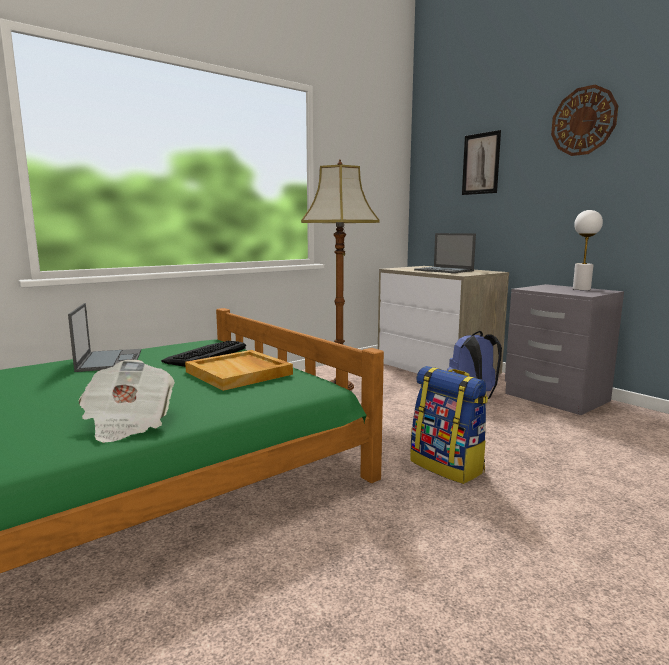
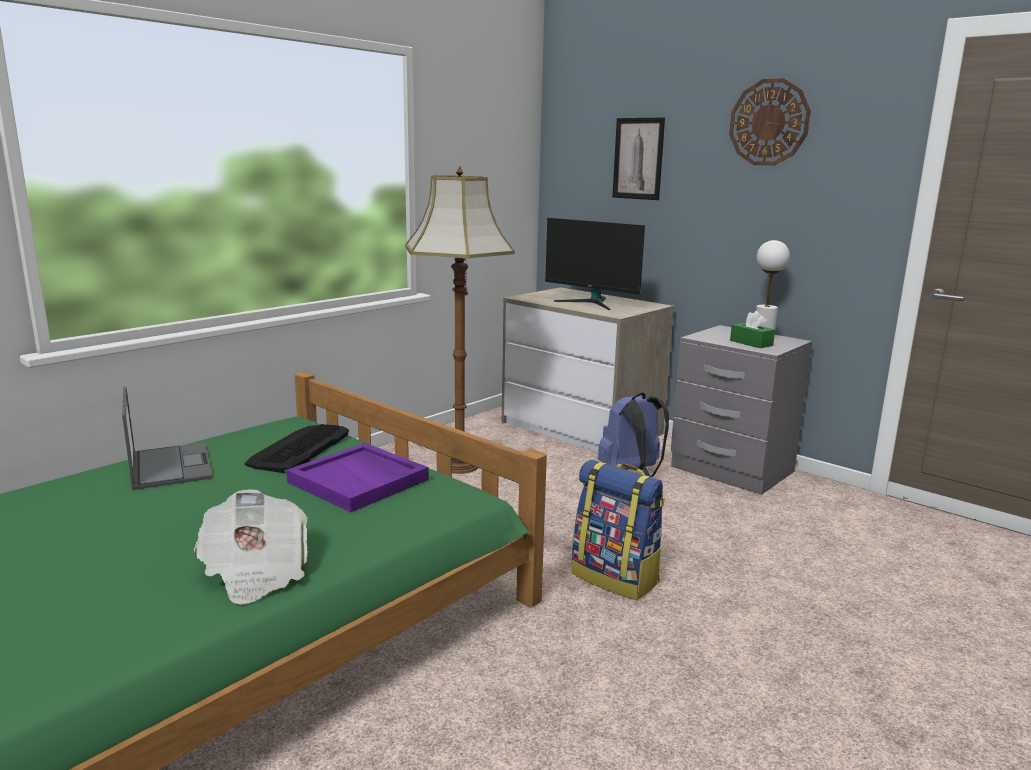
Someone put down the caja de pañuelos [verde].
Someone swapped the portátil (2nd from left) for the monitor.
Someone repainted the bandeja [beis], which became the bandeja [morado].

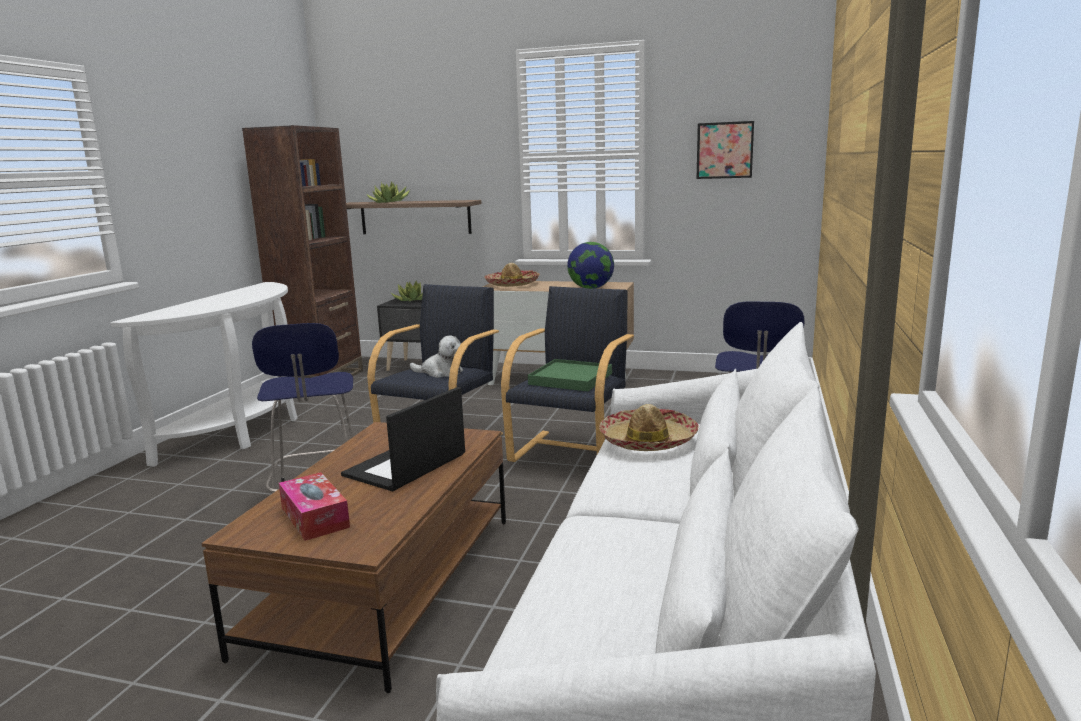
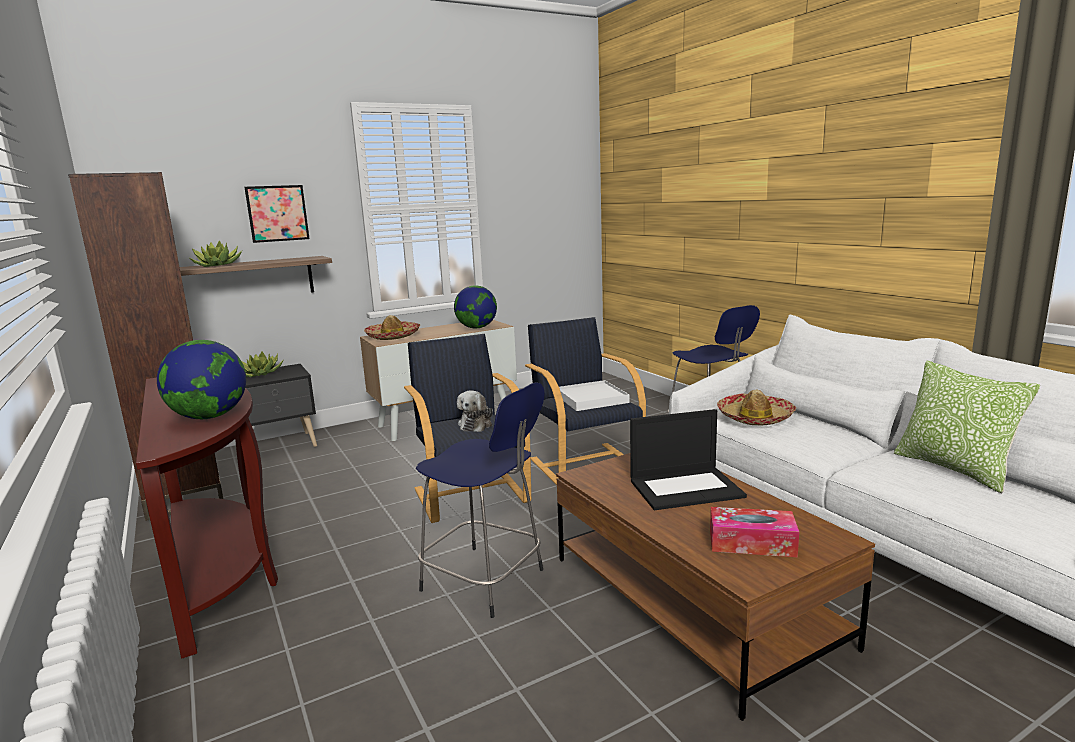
Someone put down the globo terráqueo (1st from left).
Someone put down the cojín.
Someone carried the cuadro.
Someone repainted the mesa consola [blanco], which became the mesa consola [marrón].
Someone repainted the bandeja [verde], which became the bandeja [blanco].
Someone rotated the portátil by 90 degrees counterclockwise.
Someone rotated the peluche by 135 degrees clockwise.

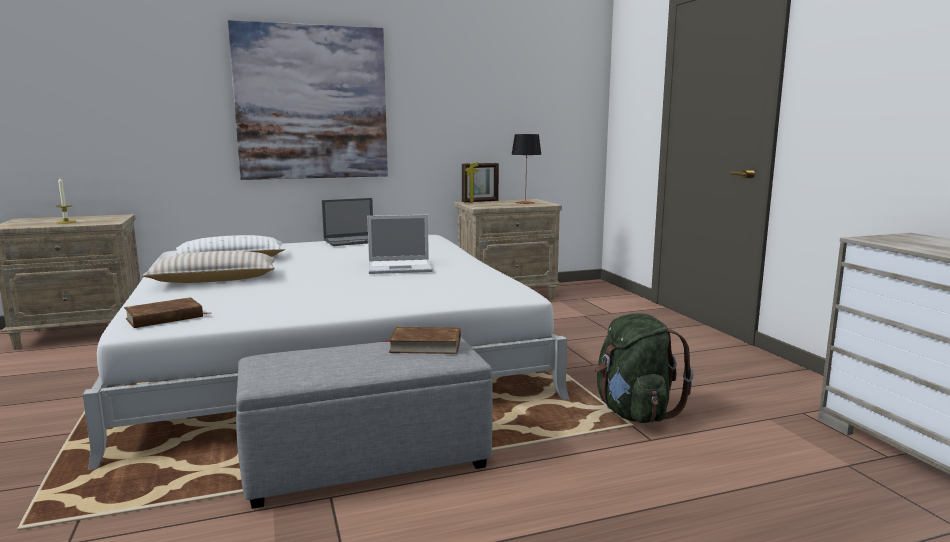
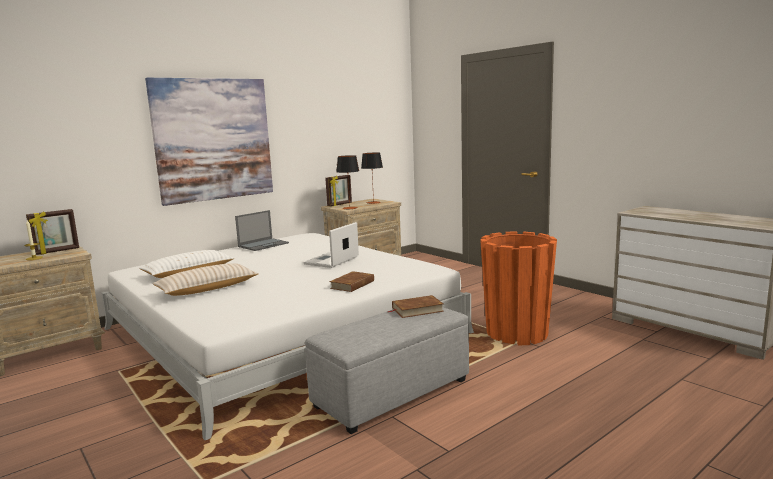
Someone put down the portarretratos (1st from left).
Someone put down the lámpara de mesa (1st from left).
Someone carried the libro [marrón] (1st from left).
Someone swapped the mochila [verde] for the maceta [naranja].
Someone rotated the portátil (2nd from left) by 150 degrees clockwise.

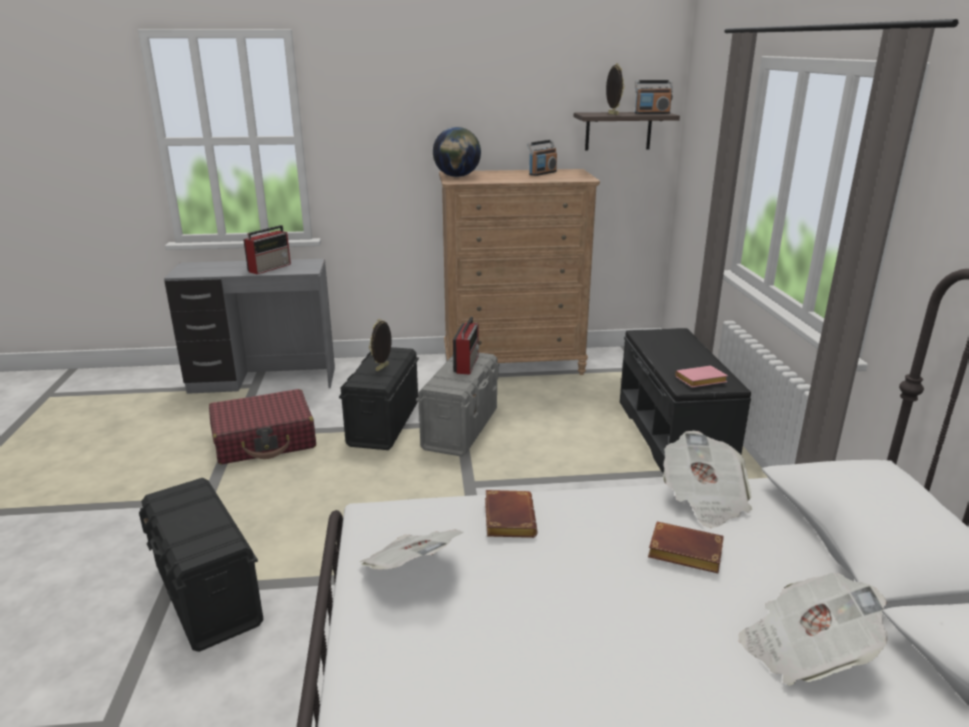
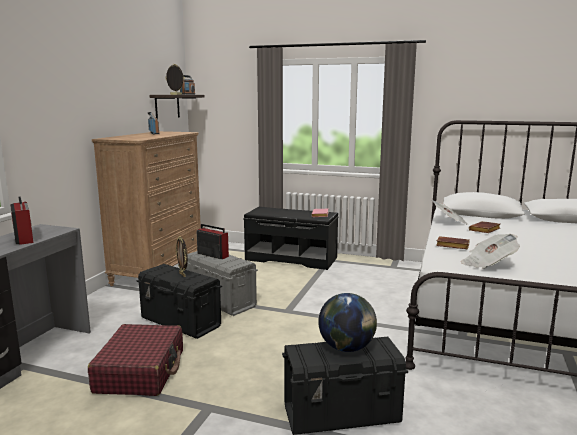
Someone took away the periódico (3rd from left).
Someone carried the globo terráqueo.

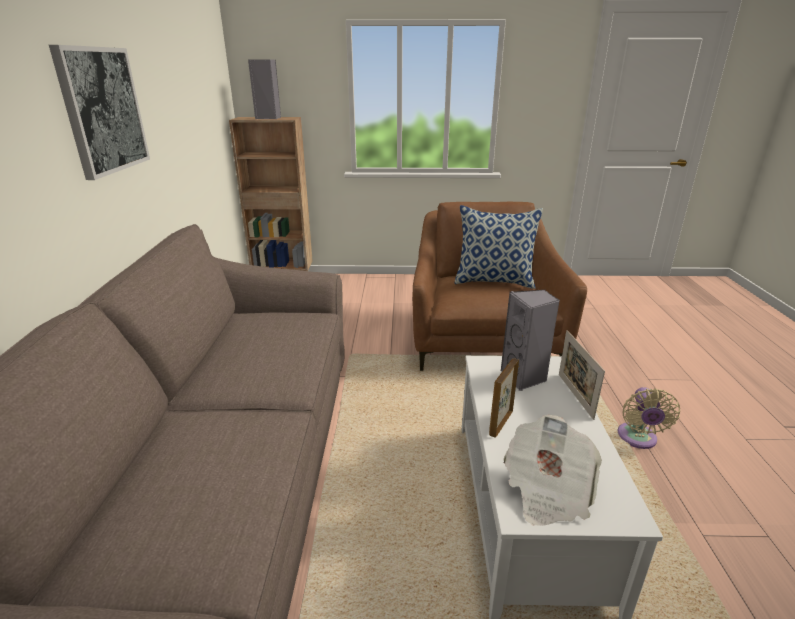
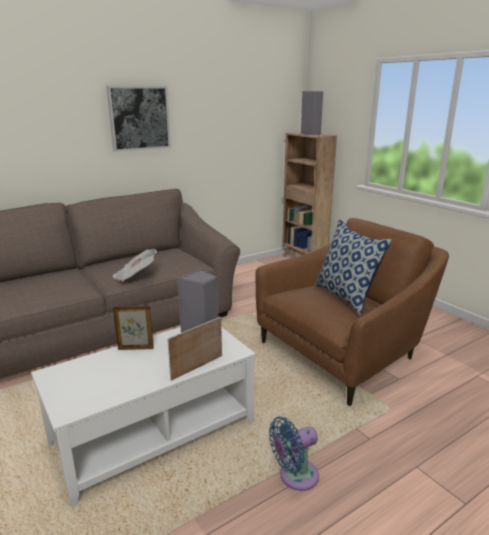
Someone carried the periódico.
Someone repainted the ventilador [beis], which became the ventilador [azul].

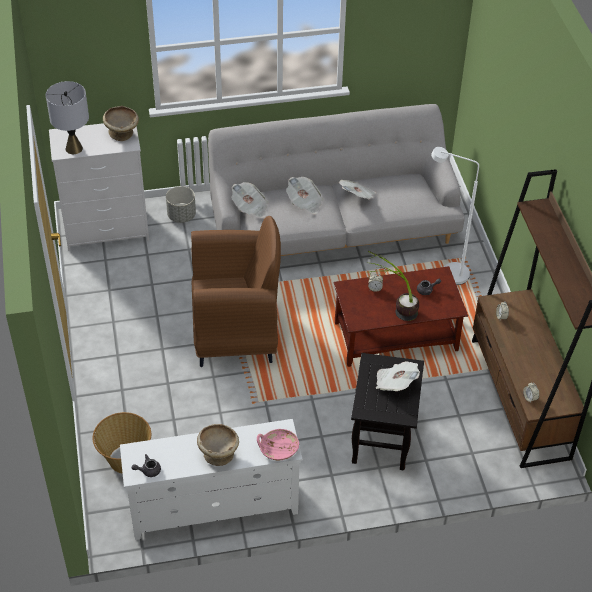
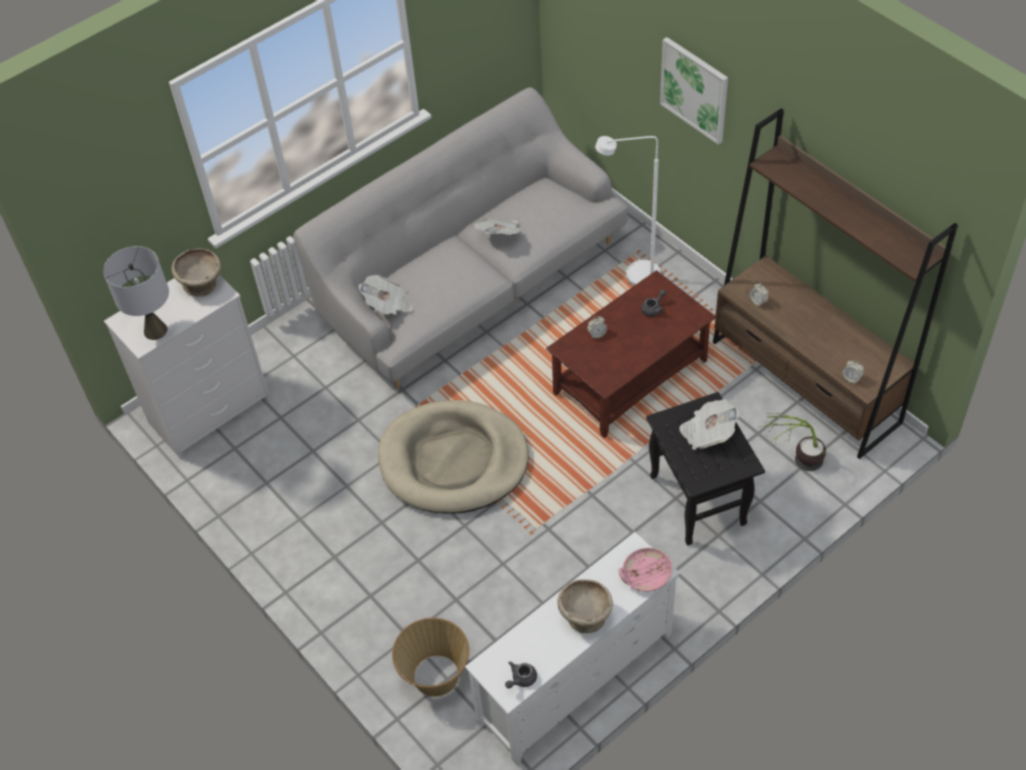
Someone took away the maceta [gris].
Someone took away the periódico (2nd from left).
Someone put up the cuadro.
Someone carried the planta en maceta.
Someone swapped the sillón [marrón] for the cama para perro [beis].

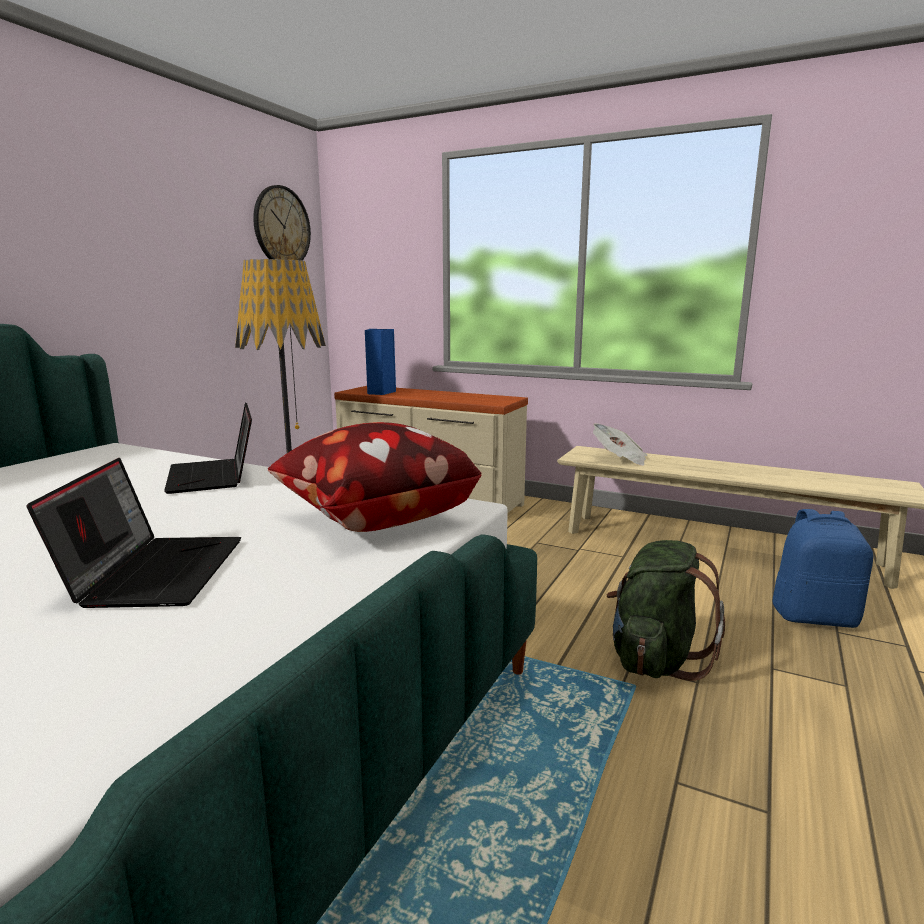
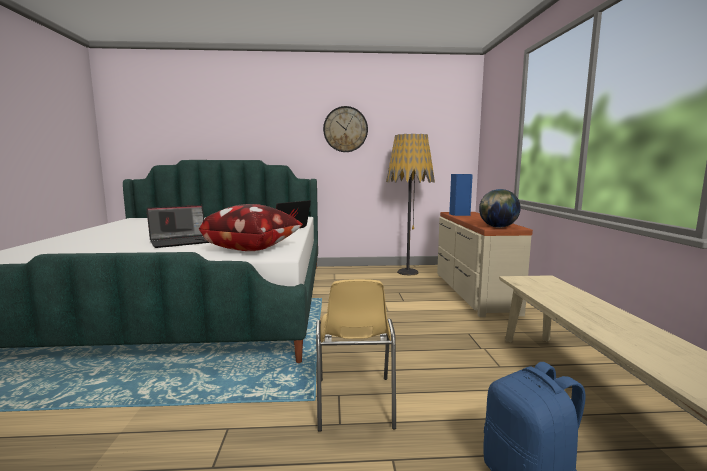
Someone took away the periódico.
Someone put down the globo terráqueo.
Someone carried the reloj de pared.
Someone swapped the mochila [verde] for the silla [amarillo].

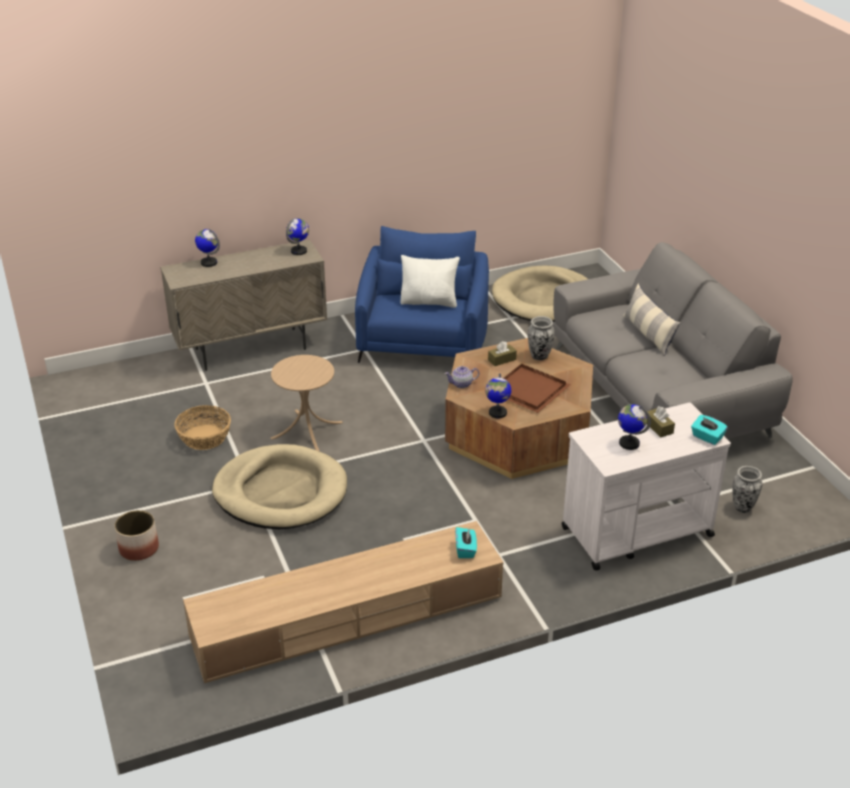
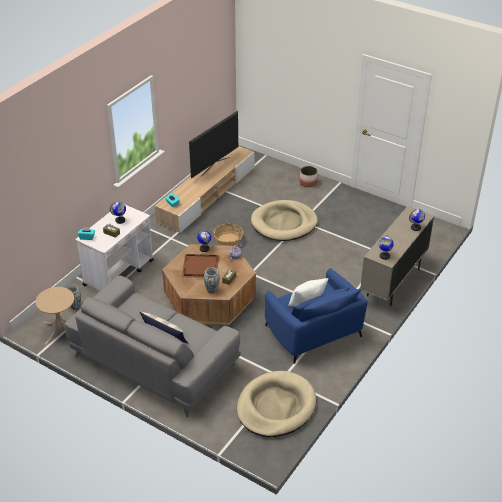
Someone put down the televisor.
Someone carried the cesta.
Someone carried the mesa auxiliar [beis].

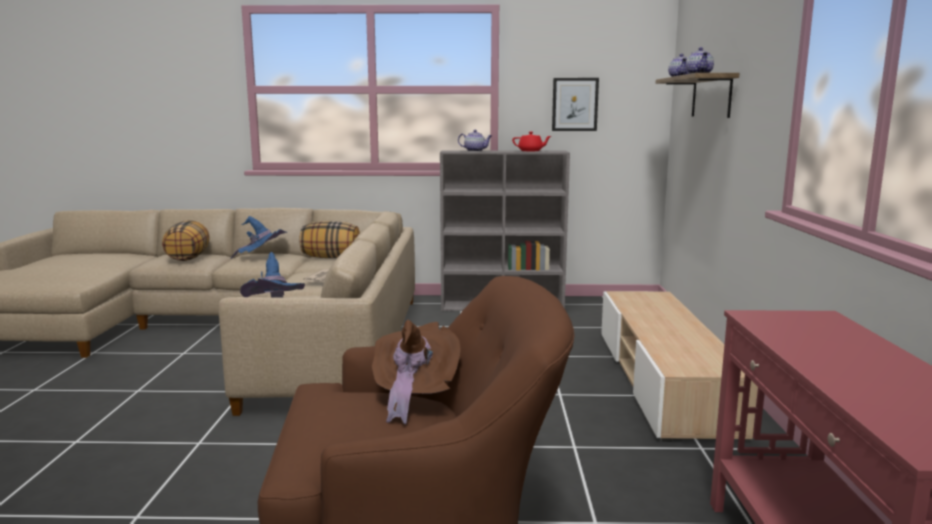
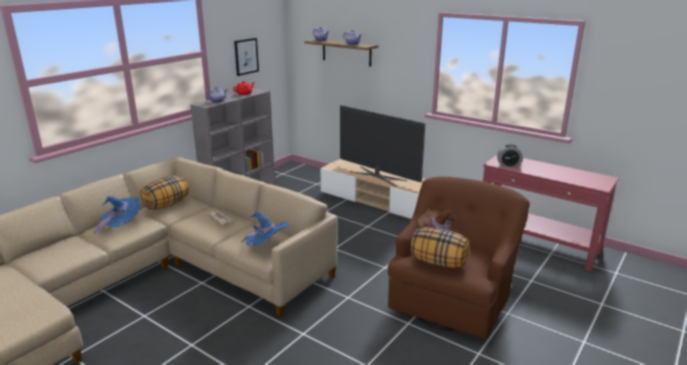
Someone put down the televisor.
Someone put down the despertador.
Someone carried the cojín (1st from left in the first image).

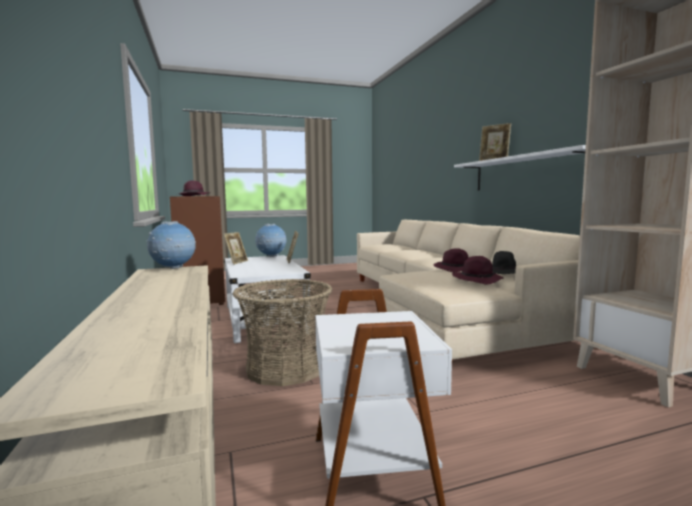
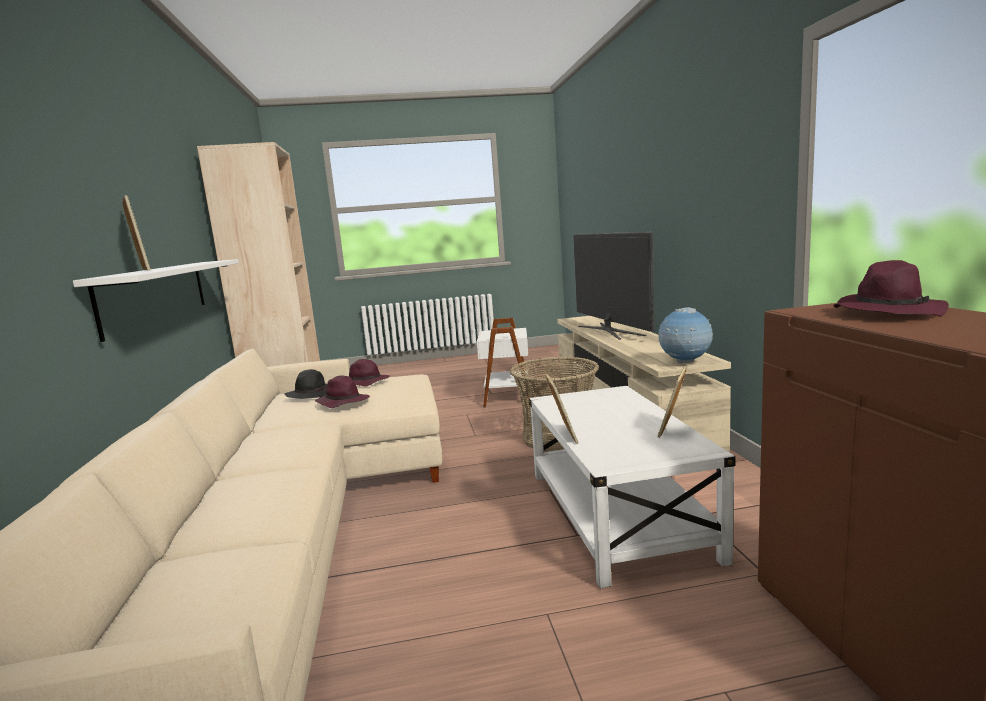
Someone took away the globo terráqueo (2nd from left).
Someone put down the televisor.

